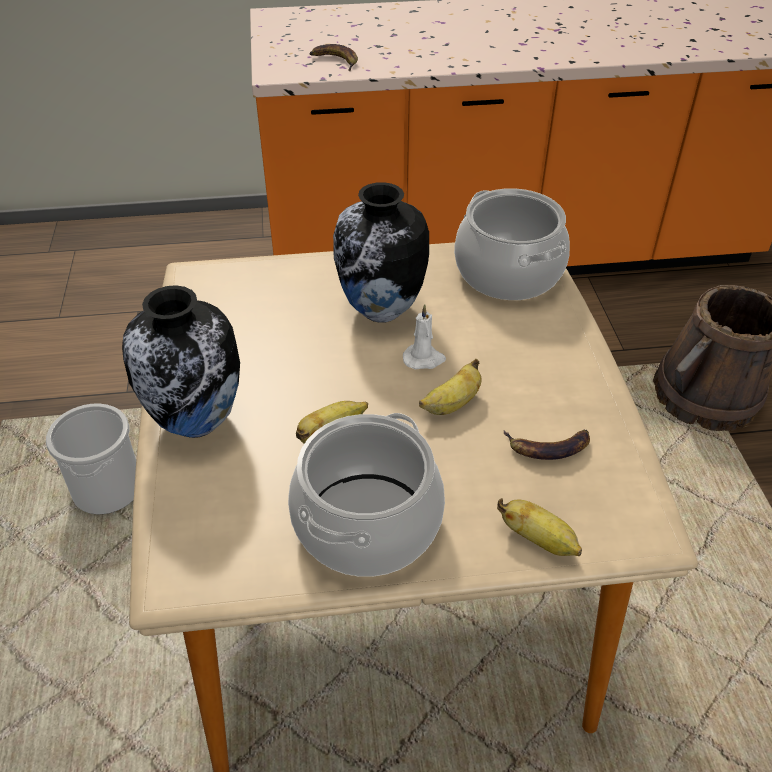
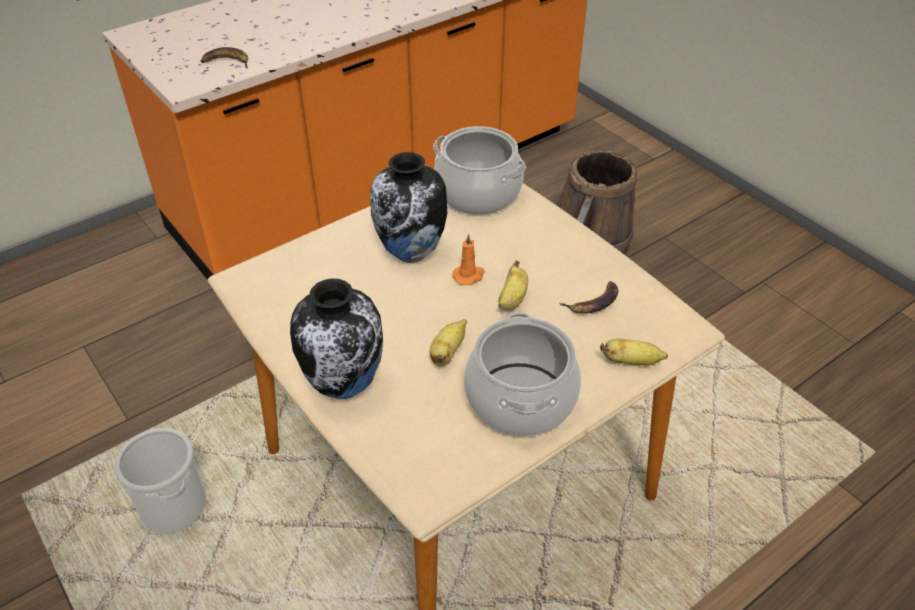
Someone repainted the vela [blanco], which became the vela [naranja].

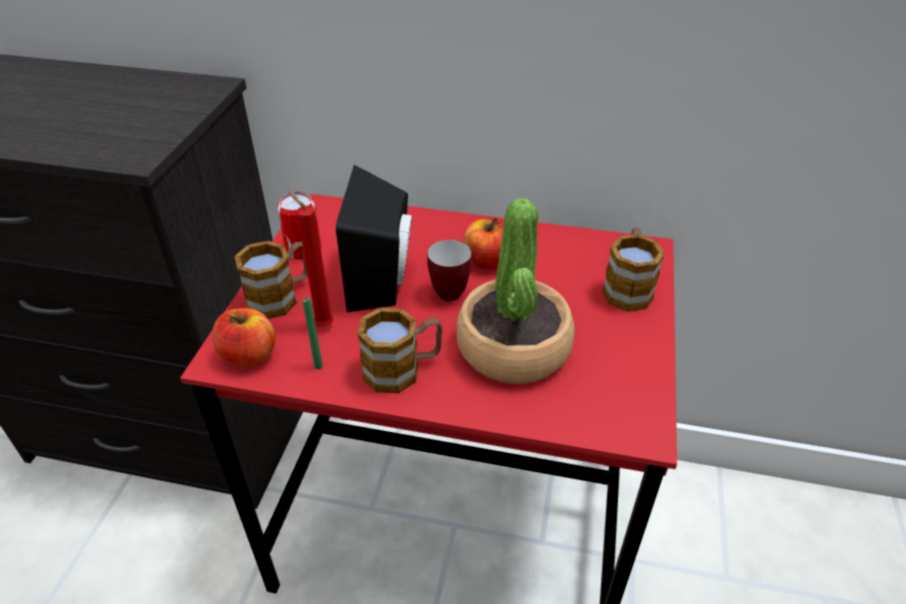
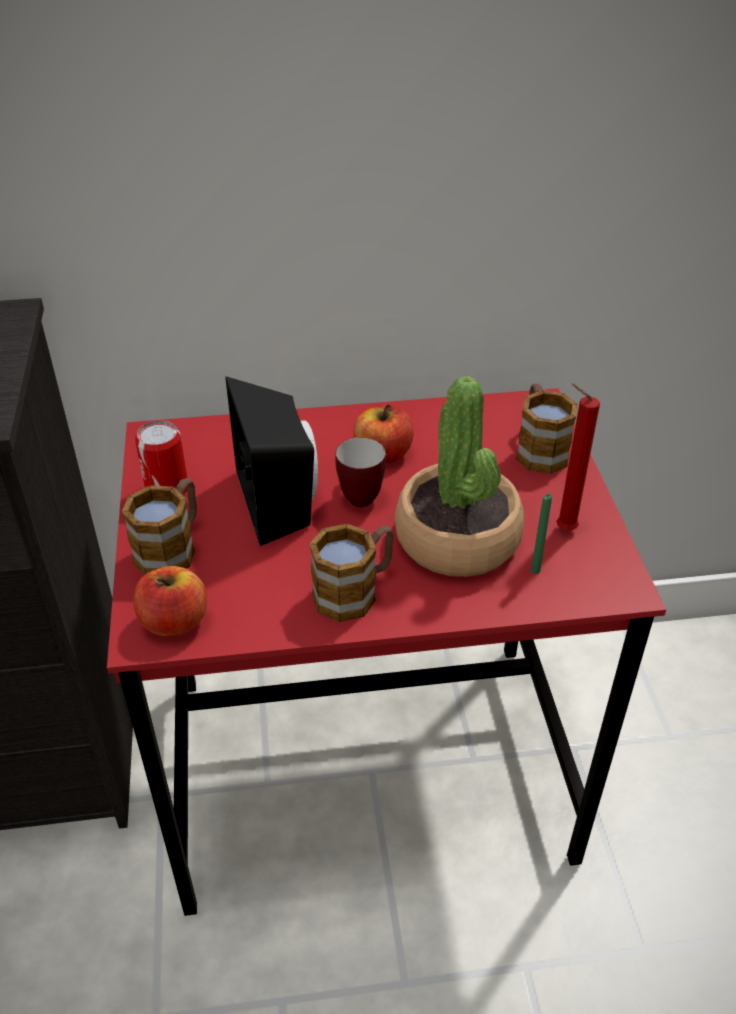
Someone carried the vela [rojo].
Someone carried the vela [verde].

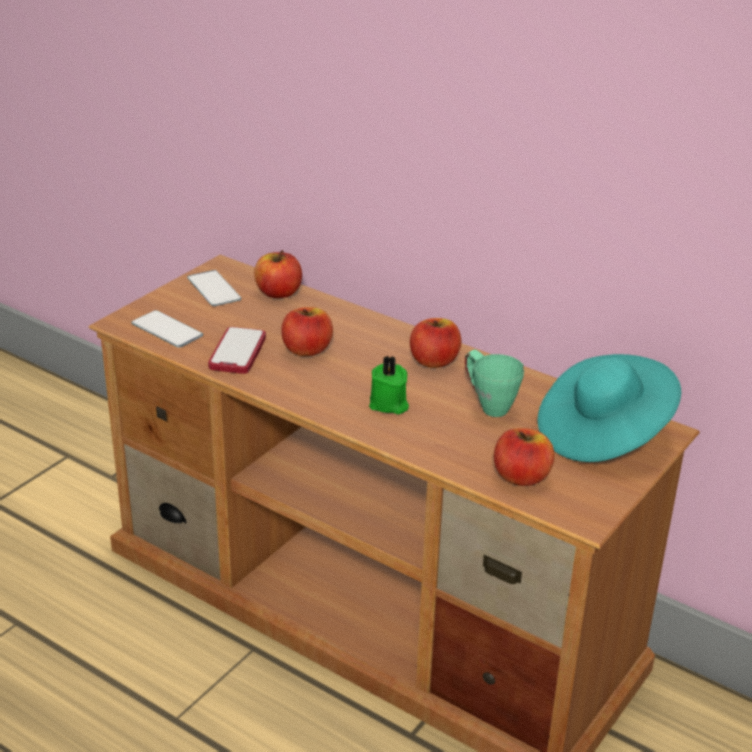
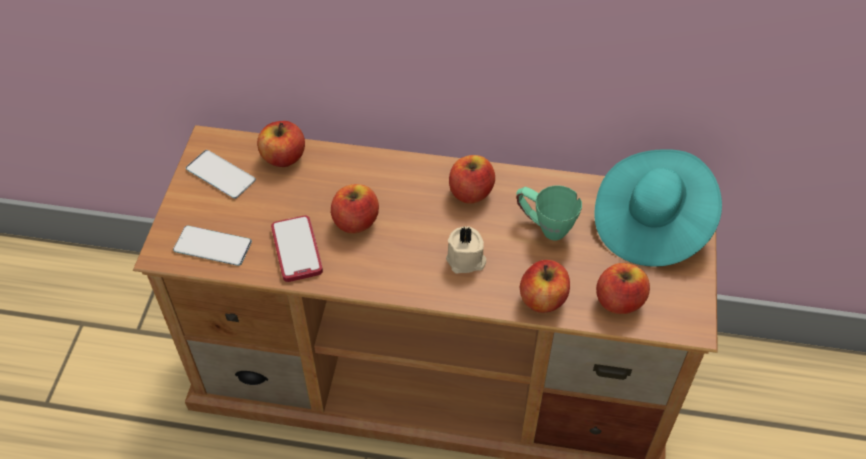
Someone put down the manzana (4th from left).
Someone repainted the vela [verde], which became the vela [beis].

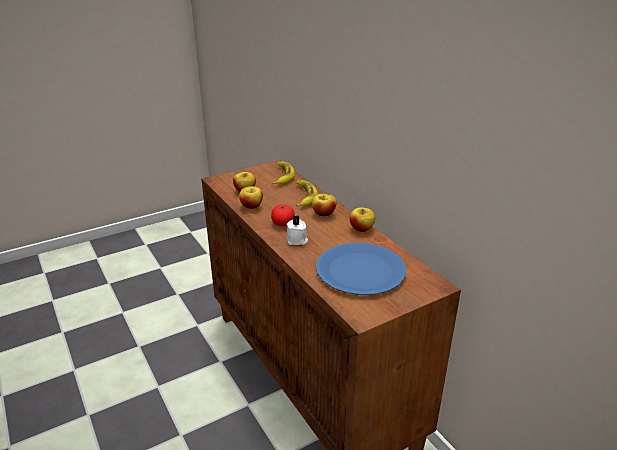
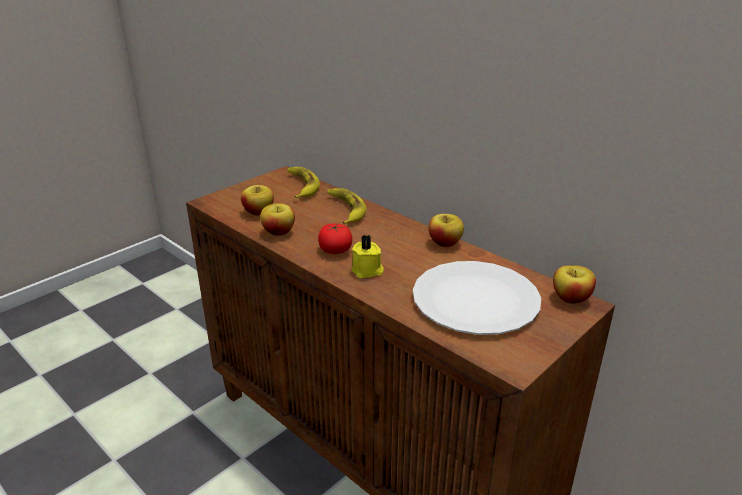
Someone carried the manzana (3rd from left in the first image).
Someone repainted the vela [blanco], which became the vela [amarillo].
Someone repainted the plato [azul], which became the plato [blanco].

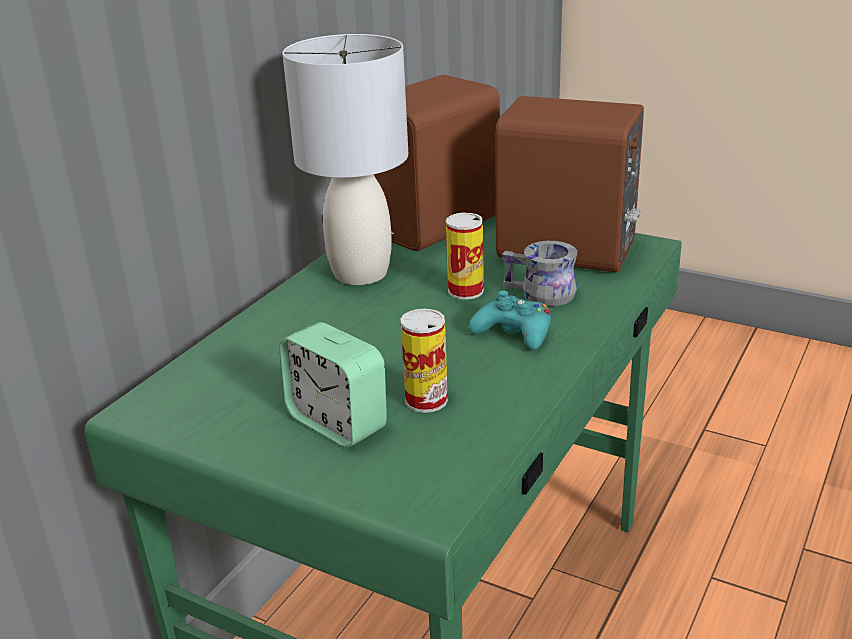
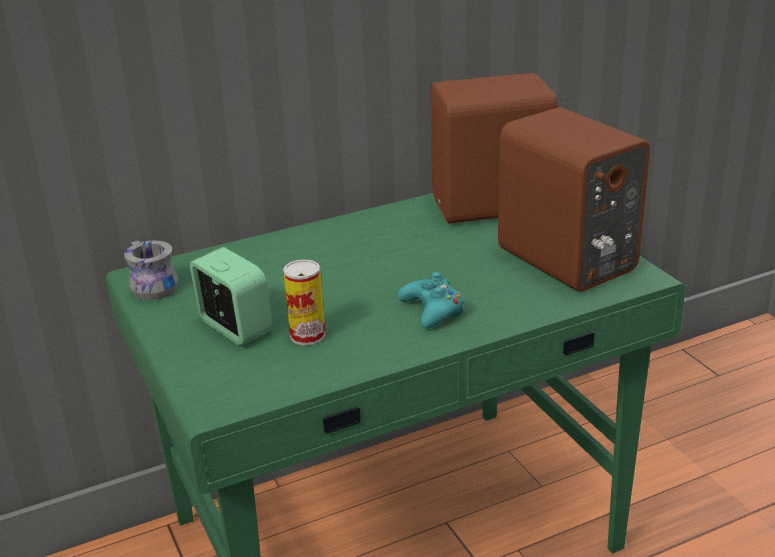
Someone took away the lámpara de mesa [gris].
Someone took away the lata (2nd from left).
Someone carried the taza grande [gris].
Someone rotated the despertador by 150 degrees clockwise.

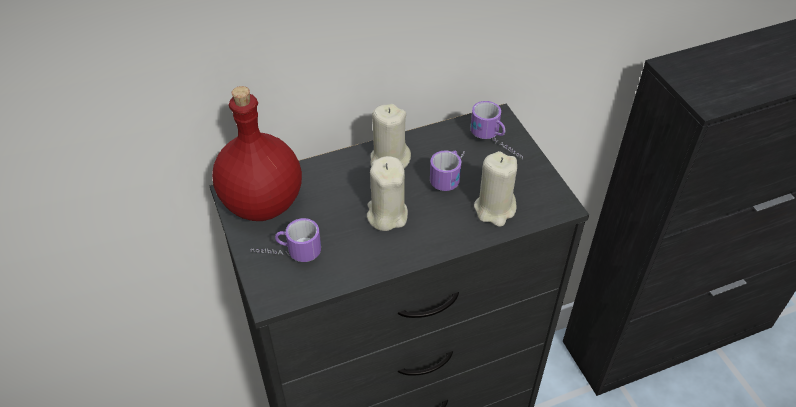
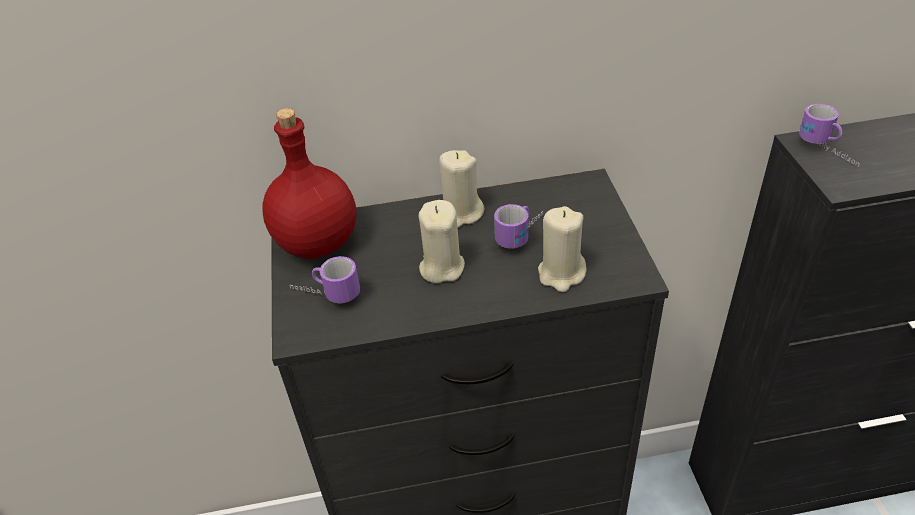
Someone carried the taza grande (3rd from left).

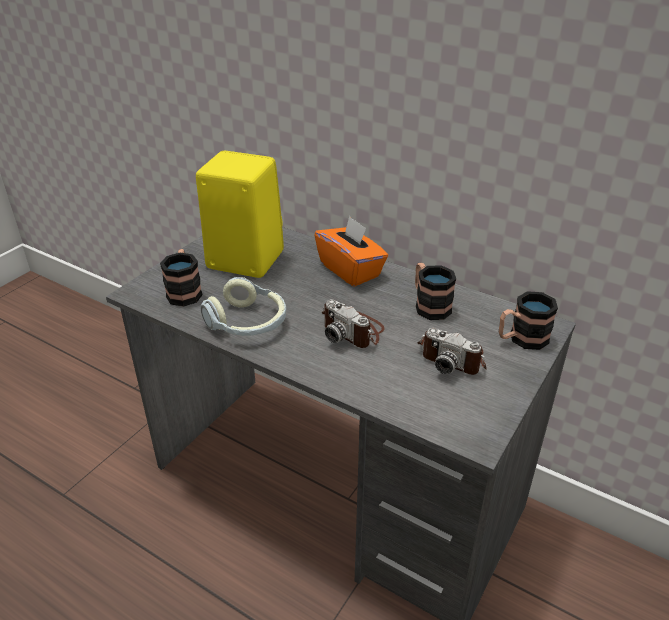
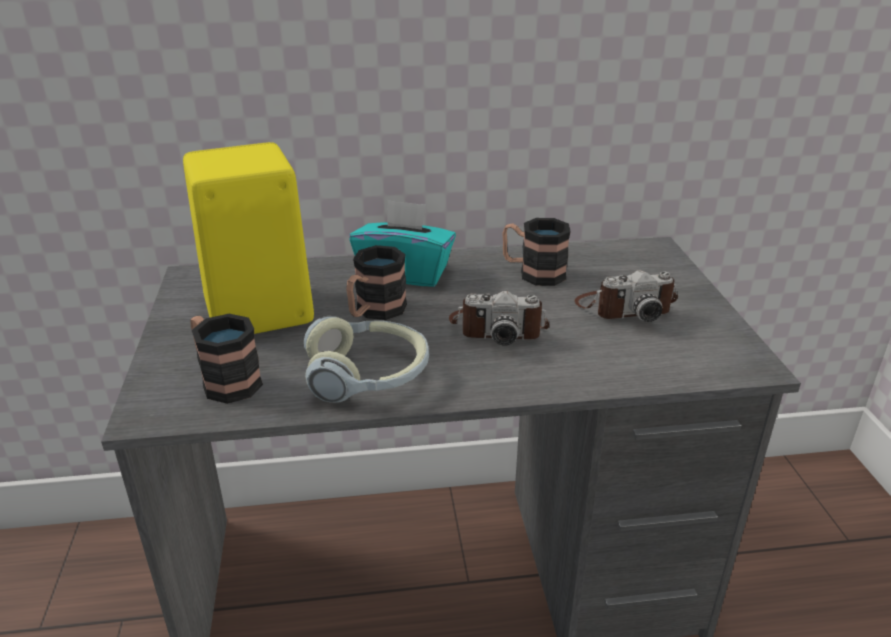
Someone carried the taza grande (3rd from left in the first image).
Someone repainted the caja de pañuelos [naranja], which became the caja de pañuelos [turquesa].

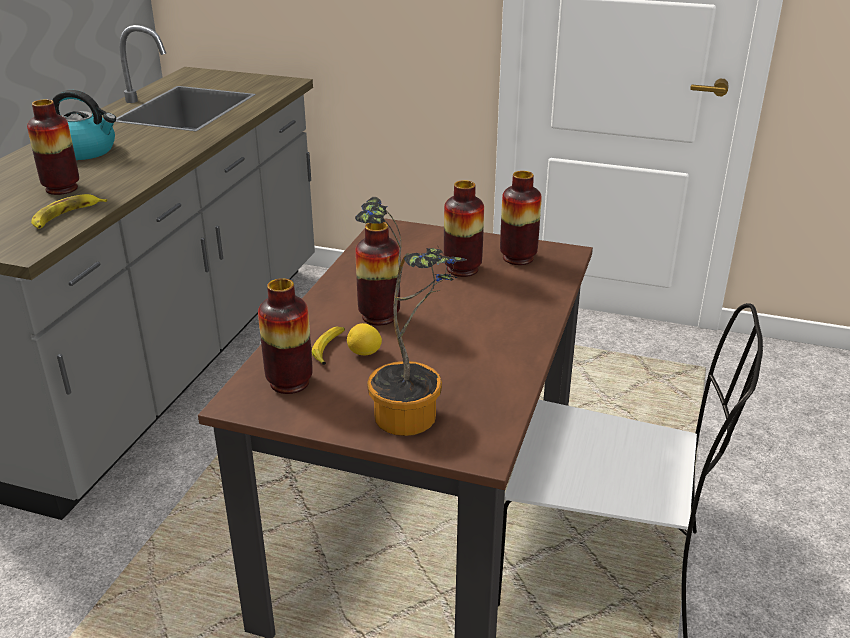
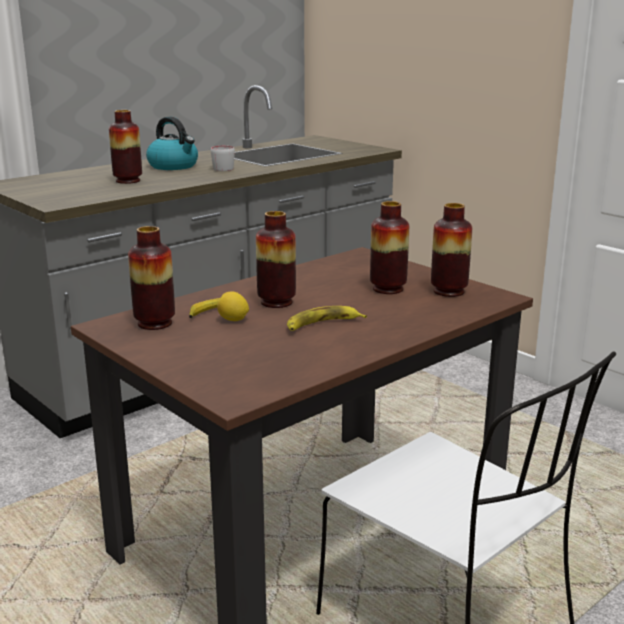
Someone took away the planta en maceta.
Someone put down the taza grande [gris].
Someone carried the plátano (1st from left in the first image).

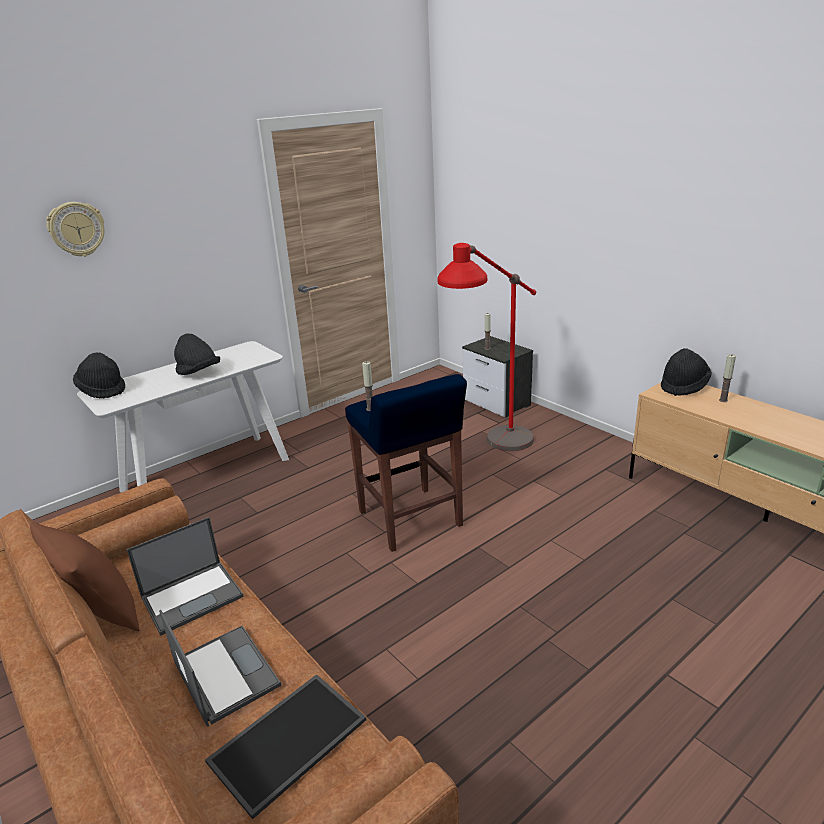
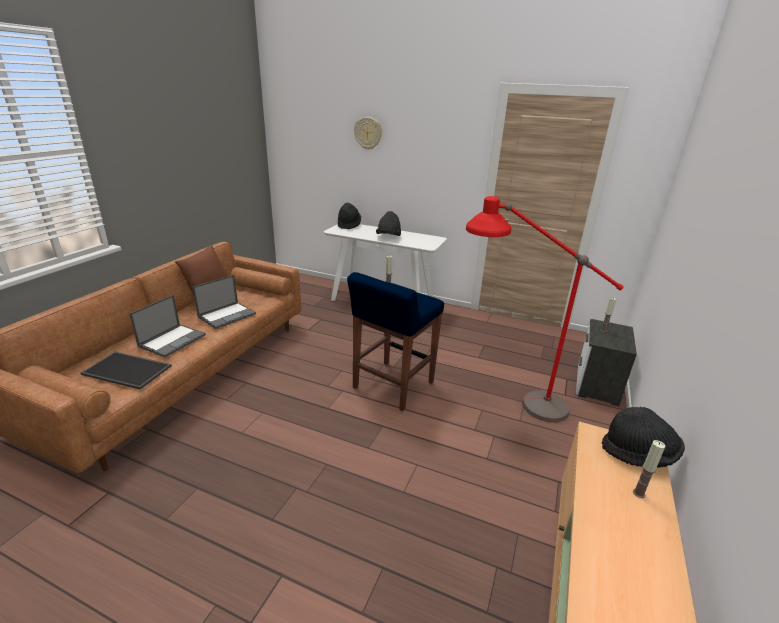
Someone rotated the portátil (1st from left in the first image) by 75 degrees counterclockwise.

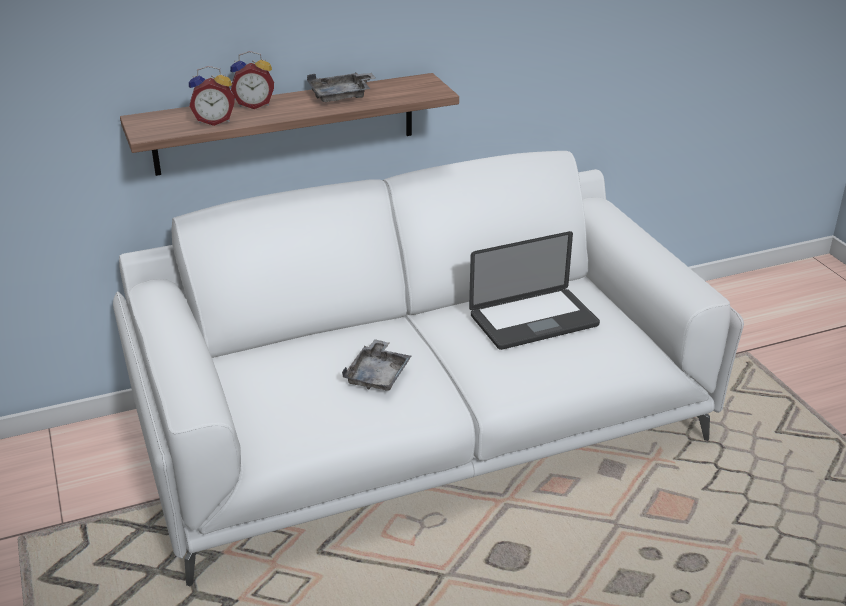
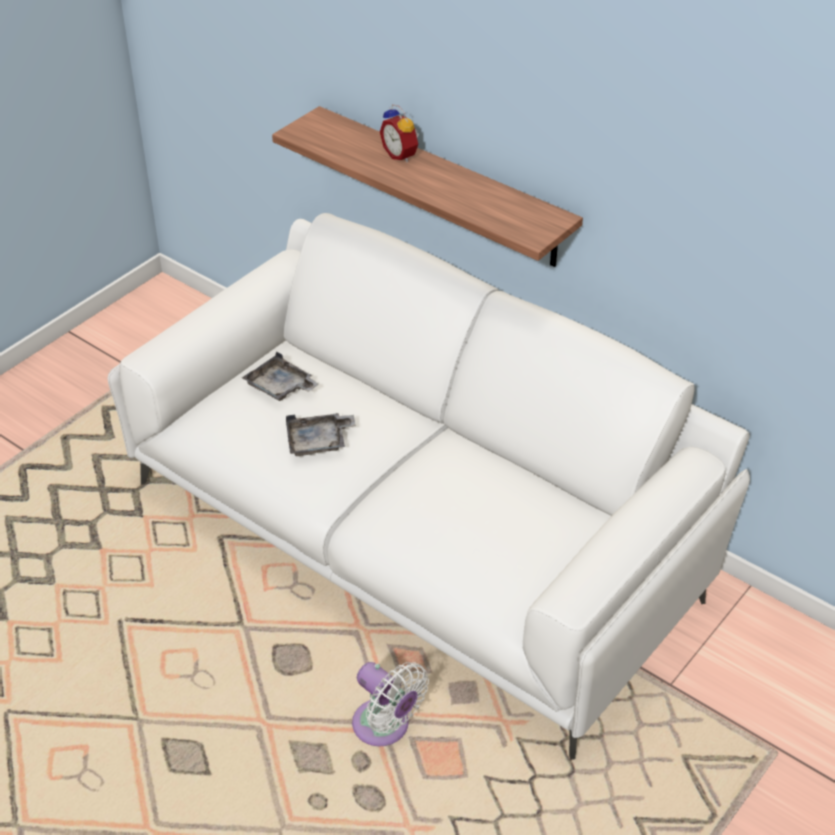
Someone took away the despertador (1st from left).
Someone took away the portátil.
Someone put down the ventilador [blanco].
Someone carried the bandeja [gris] (1st from left).

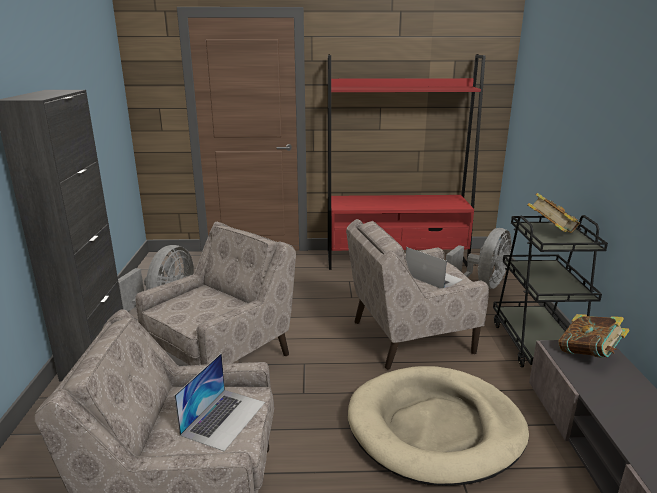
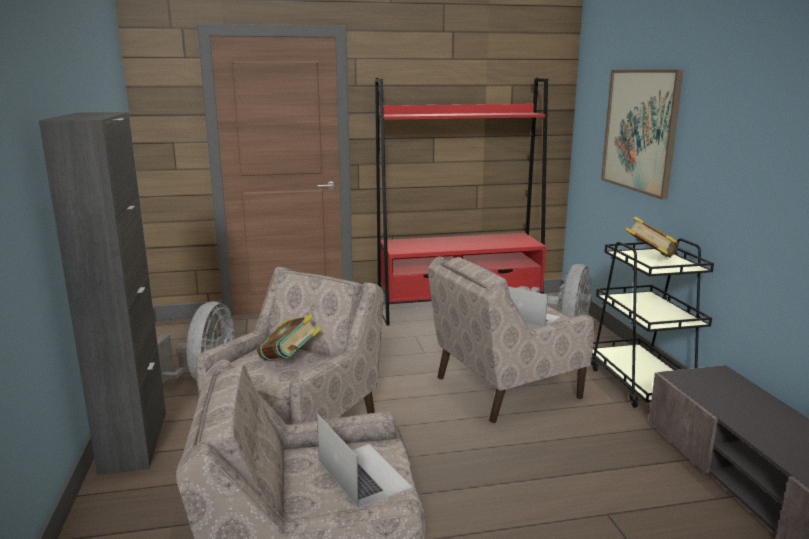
Someone took away the cama para perro [beis].
Someone put up the cuadro.
Someone carried the libro (2nd from left in the first image).
Someone rotated the portátil (1st from left) by 45 degrees counterclockwise.

